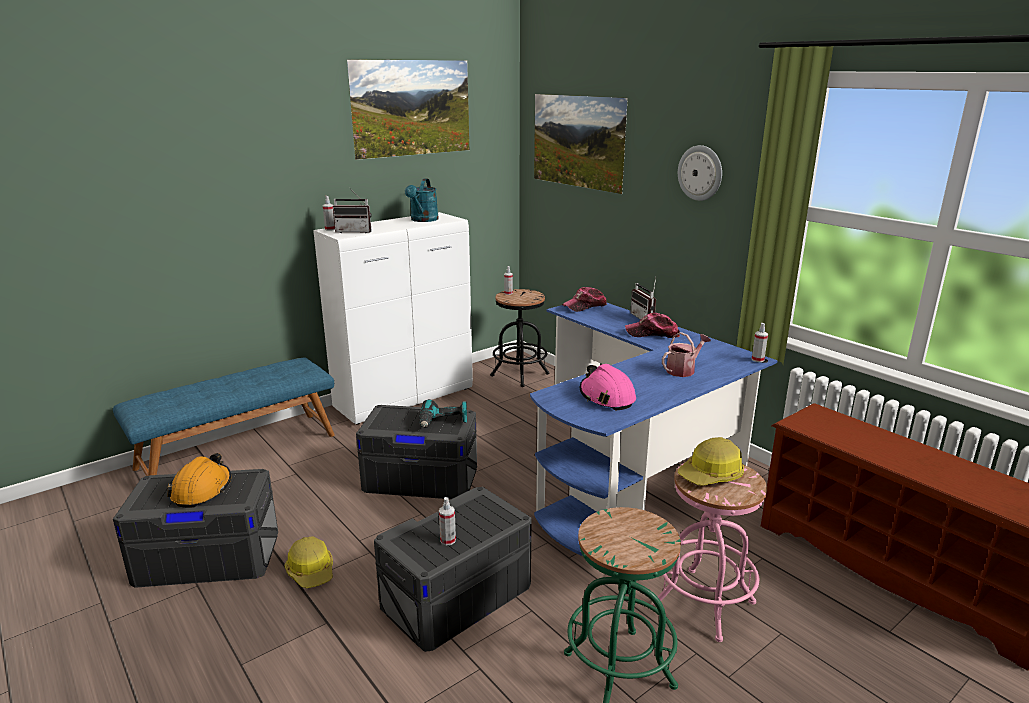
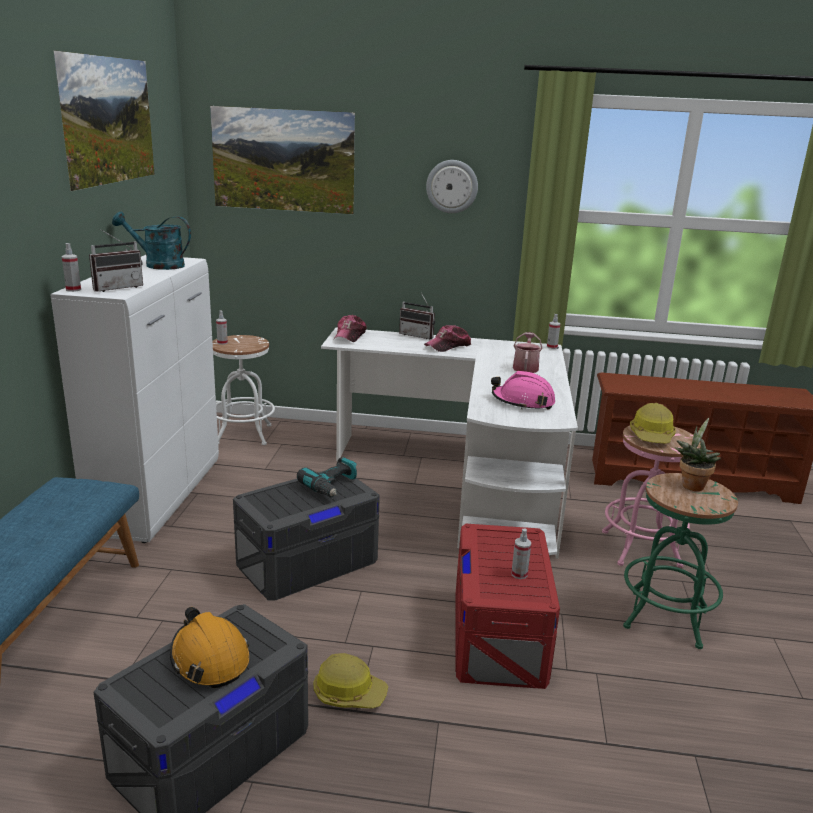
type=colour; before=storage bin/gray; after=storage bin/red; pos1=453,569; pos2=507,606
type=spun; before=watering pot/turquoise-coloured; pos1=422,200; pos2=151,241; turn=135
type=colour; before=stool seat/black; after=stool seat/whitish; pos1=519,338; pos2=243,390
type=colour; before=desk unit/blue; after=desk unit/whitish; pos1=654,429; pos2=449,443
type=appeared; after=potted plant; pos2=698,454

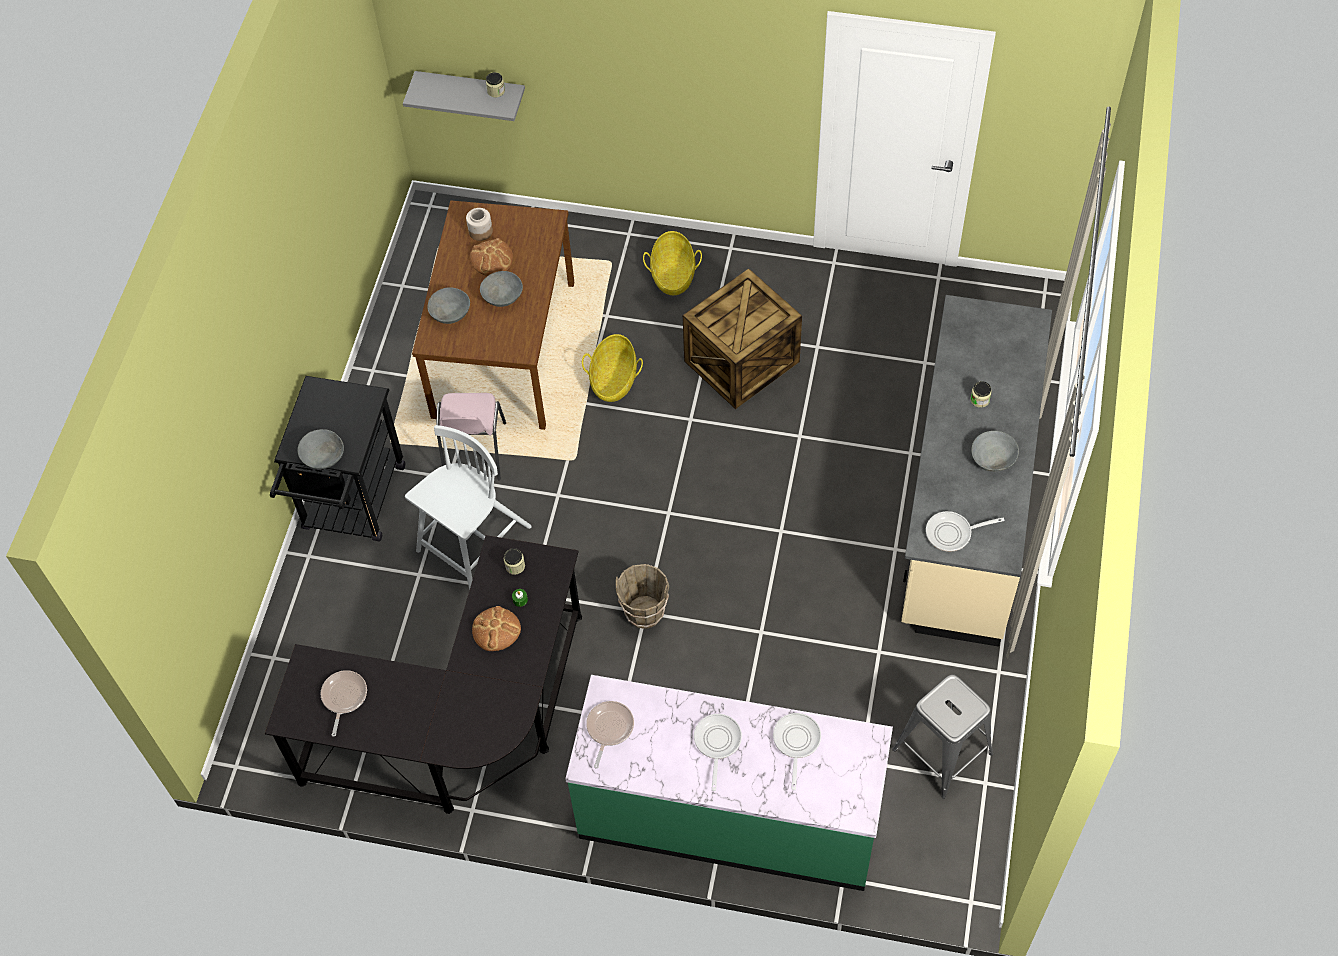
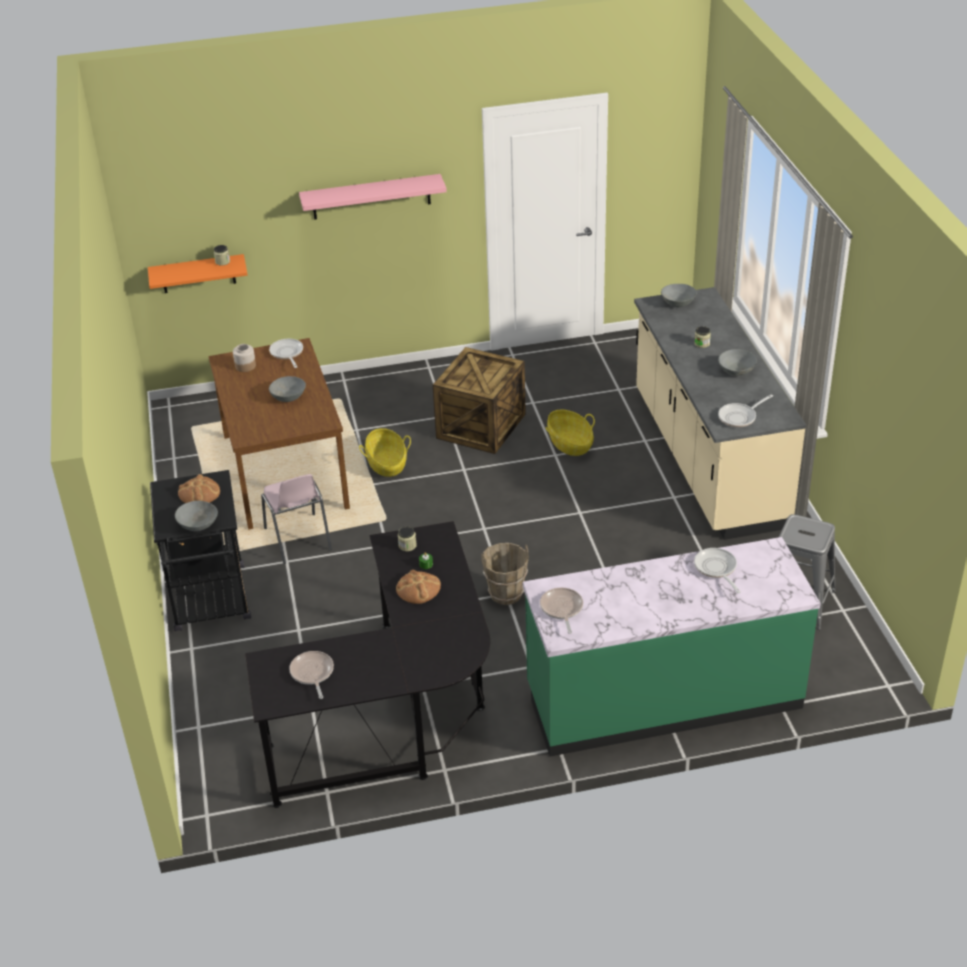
type=colour; before=wall shelf/gray; after=wall shelf/orangey; pos1=464,96; pos2=198,273
type=missing; before=upright chair/whitish; pos1=468,507
type=relocated; before=serving bowl/gray; pos1=448,305; pos2=679,295
type=relocated; before=baked bread; pos1=491,257; pos2=199,488
type=relocated; before=storage basket; pos1=672,263; pos2=570,433
type=relocated; before=frying pan; pos1=718,752; pos2=286,353
type=appeared; after=wall shelf/pink; pos2=373,197

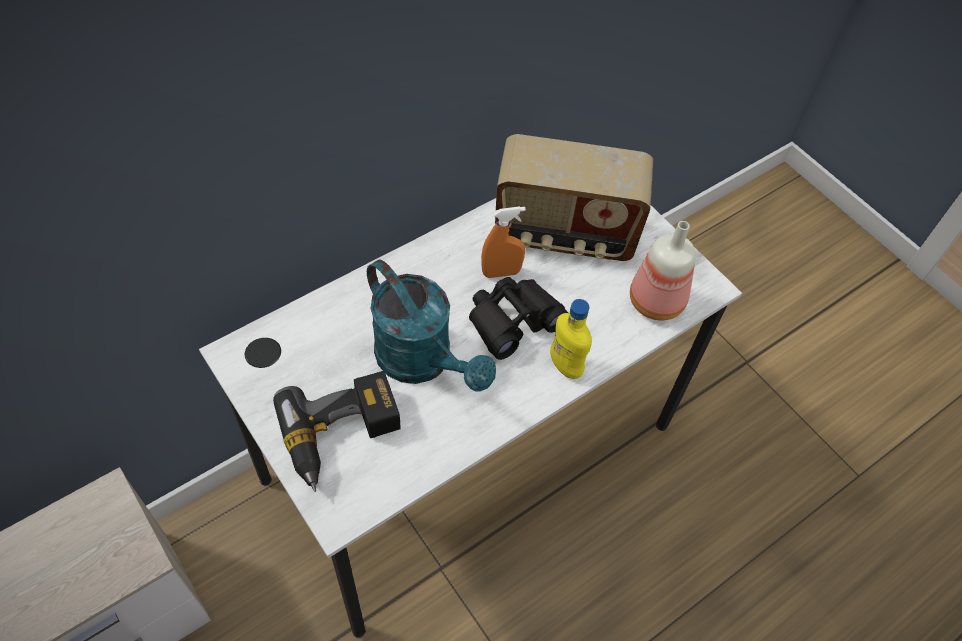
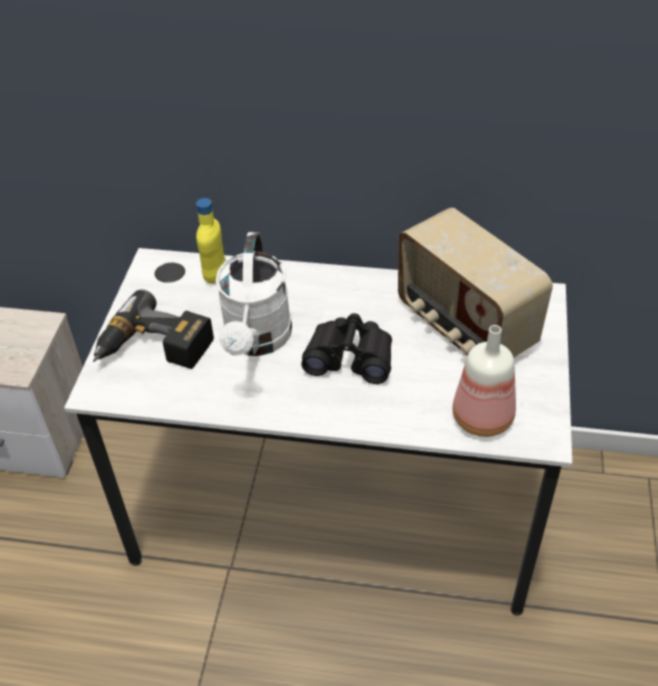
type=colour; before=watering pot/turquoise-coloured; after=watering pot/whitish; pos1=431,326; pos2=254,294
type=missing; before=sprayer/orangey; pos1=503,242
type=relocated; before=bottle/yellow; pos1=571,339; pos2=211,241

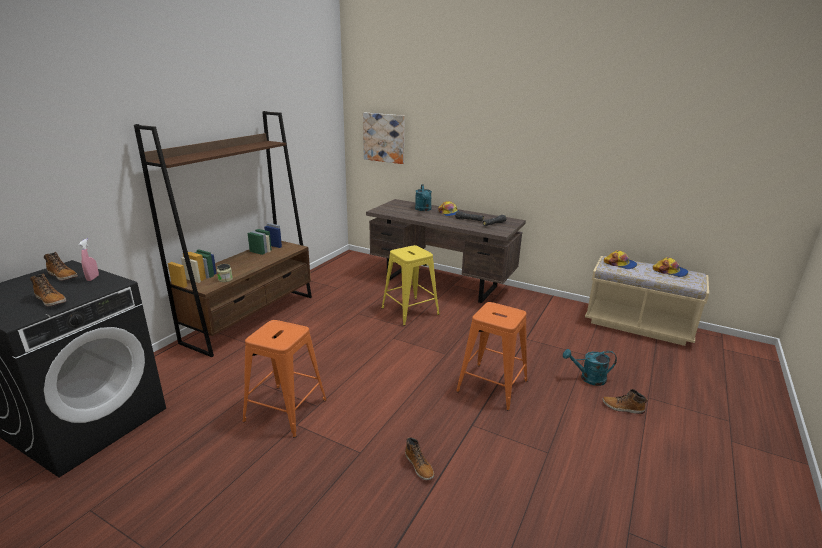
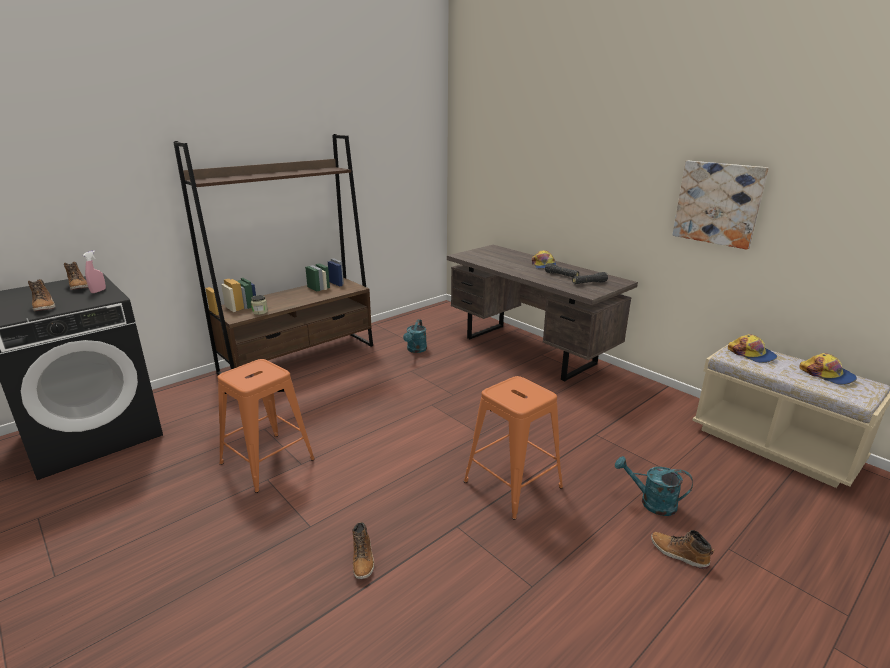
type=relocated; before=picture; pos1=383,138; pos2=720,205
type=missing; before=stool seat/yellow; pos1=411,285
type=relocated; before=watering pot/turquoise-coloured; pos1=423,197; pos2=415,336

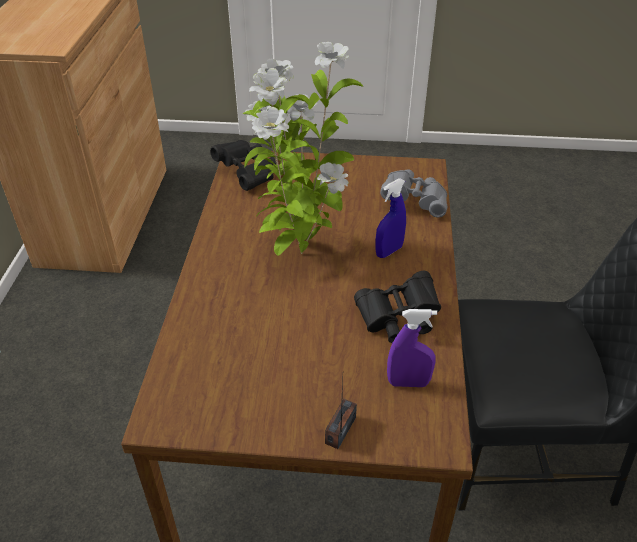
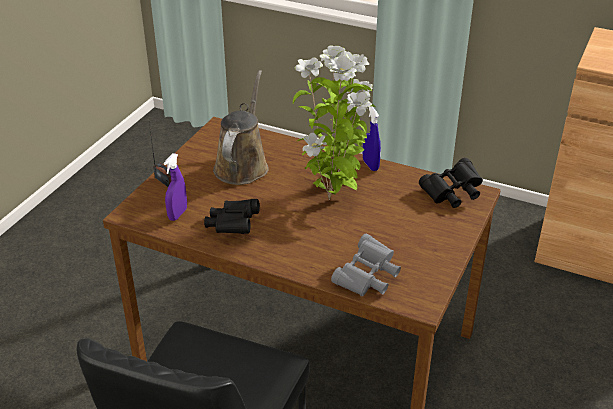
type=relocated; before=sprayer/blue; pos1=390,218; pos2=372,138
type=appeared; after=watering pot/brown-coloured; pos2=241,127

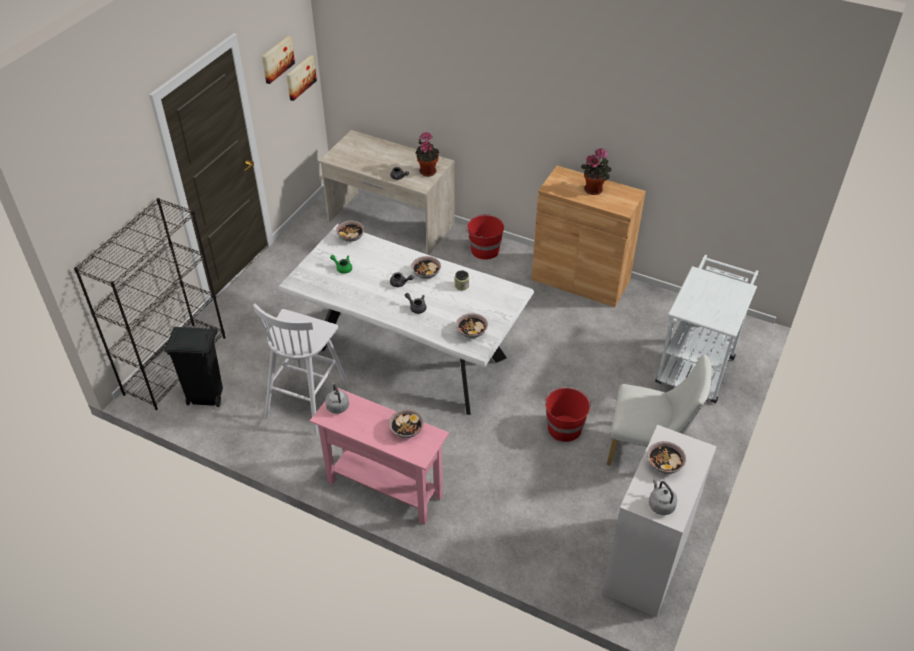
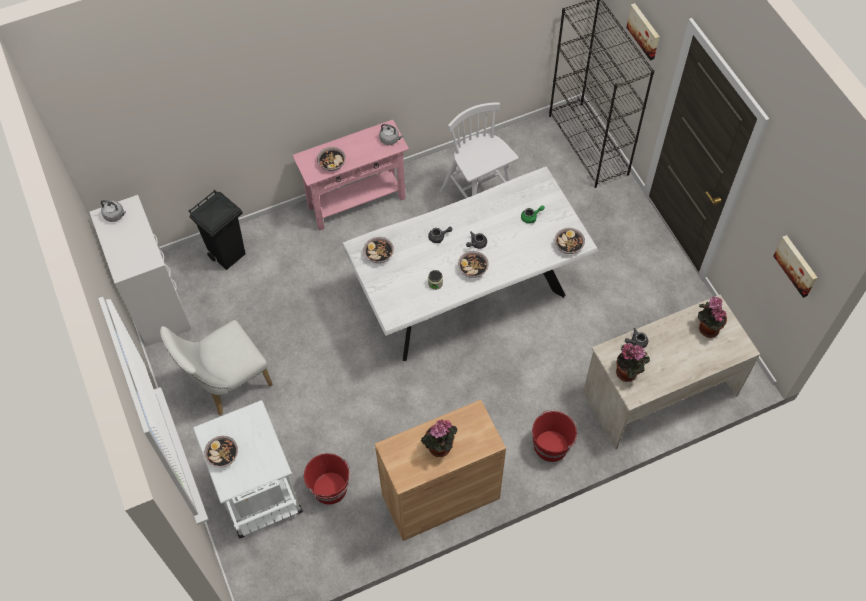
type=relocated; before=rubbish bin/black; pos1=193,367; pos2=217,230
type=relocated; before=picture; pos1=278,60; pos2=643,32
type=relocated; before=pail/red; pos1=568,414; pos2=327,479
type=relocated; before=serving bowl; pos1=666,457; pos2=221,451
type=appeared; after=potted plant; pos2=712,317

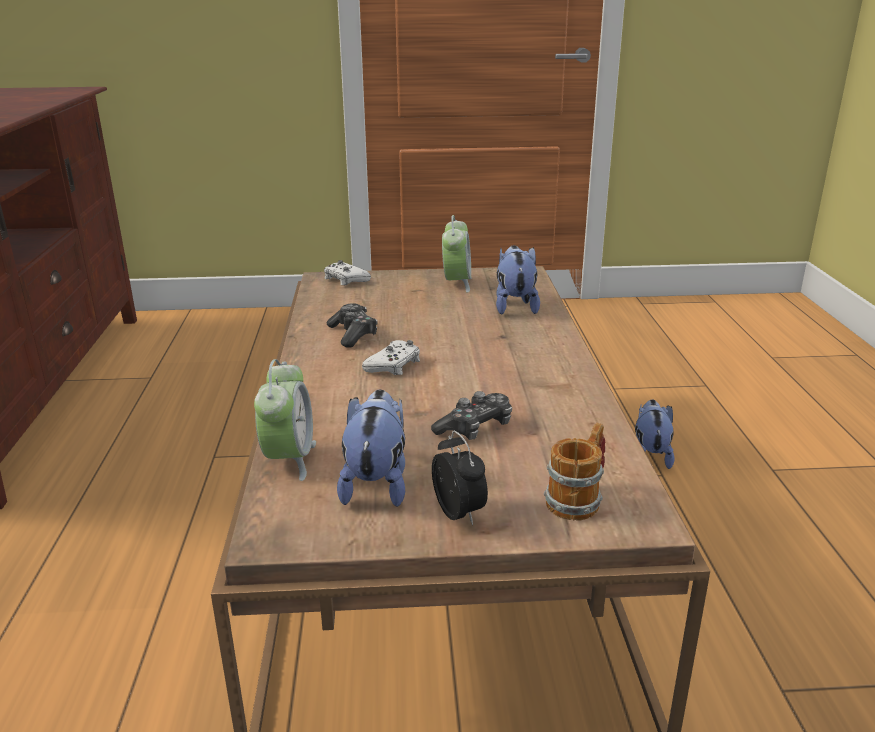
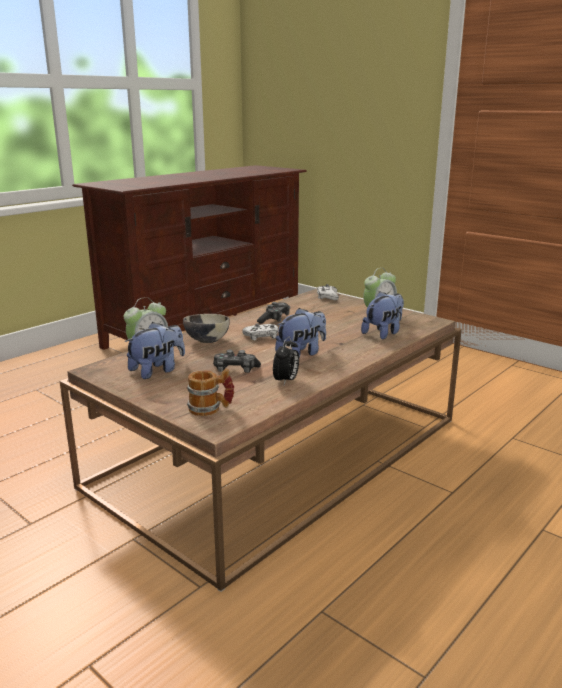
type=relocated; before=table clock; pos1=460,478; pos2=286,360
type=relocated; before=soft toy; pos1=655,434; pos2=300,333
type=appeared; after=serving bowl; pos2=206,328

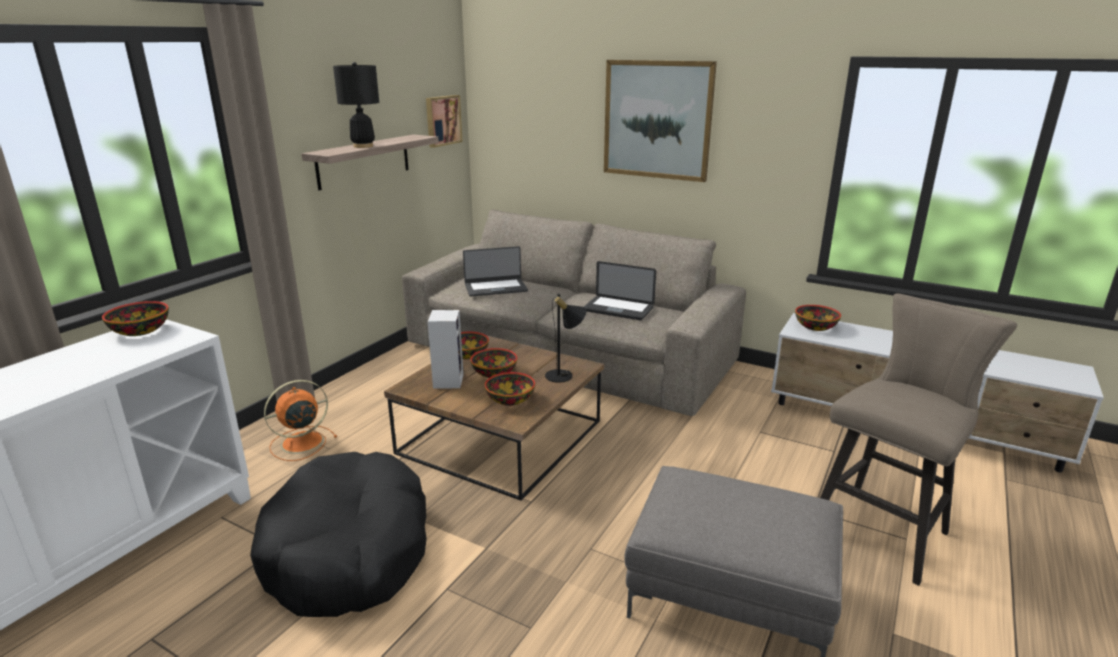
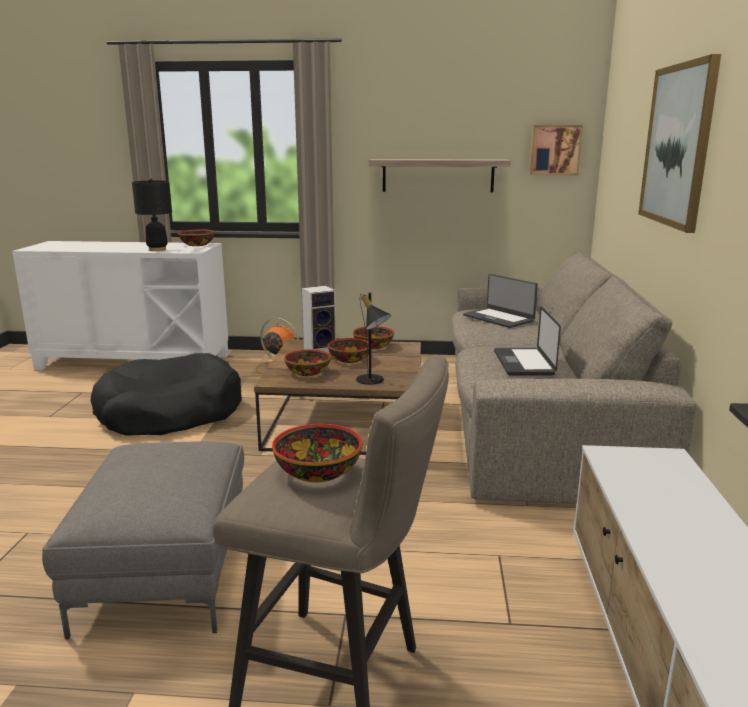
type=relocated; before=tabletop lamp/black; pos1=356,105; pos2=152,215
type=relocated; before=serving bowl; pos1=818,318; pos2=317,453

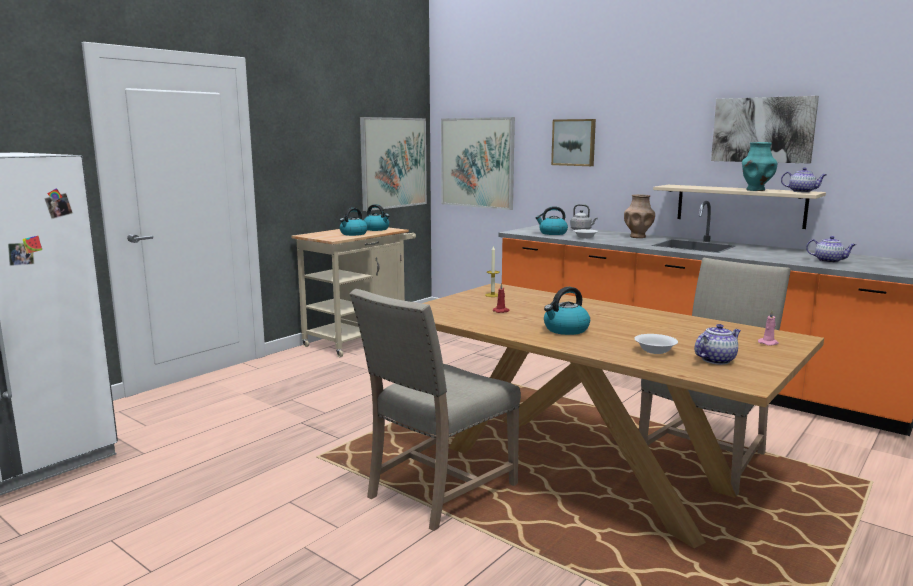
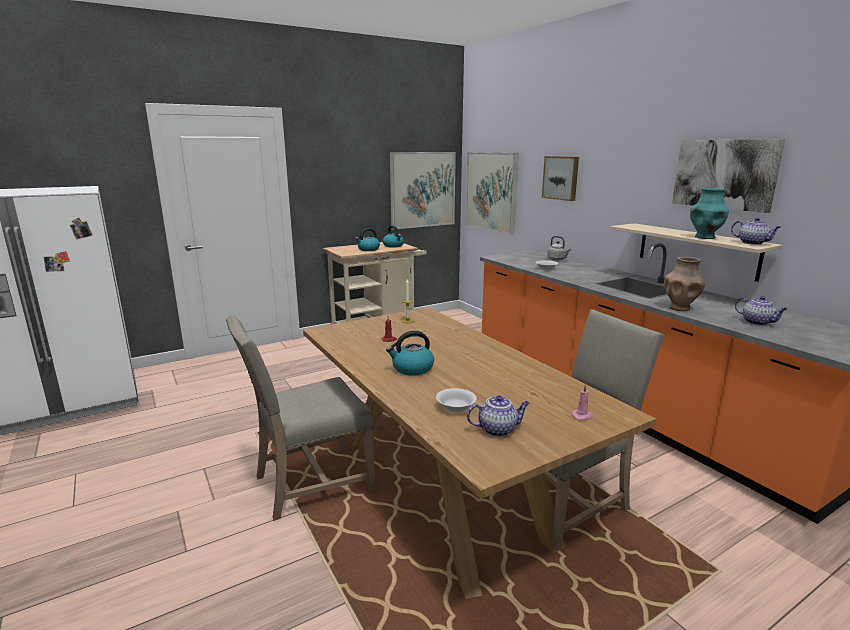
type=missing; before=kettle; pos1=551,220
type=relocated; before=decorative vase/brown-coloured; pos1=639,216; pos2=684,284

